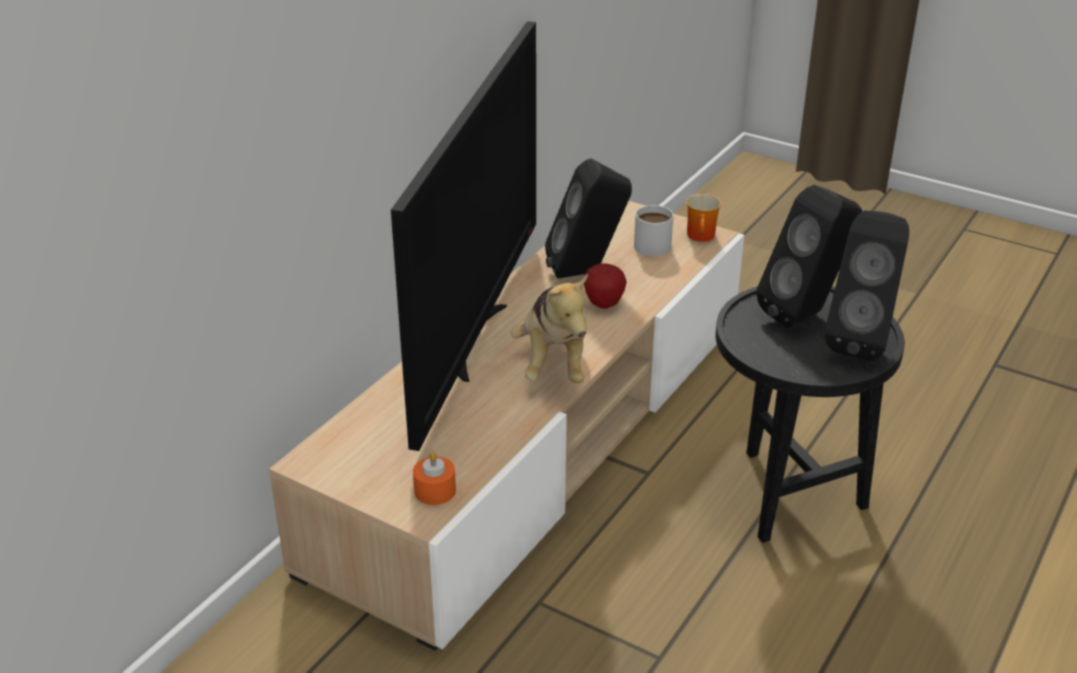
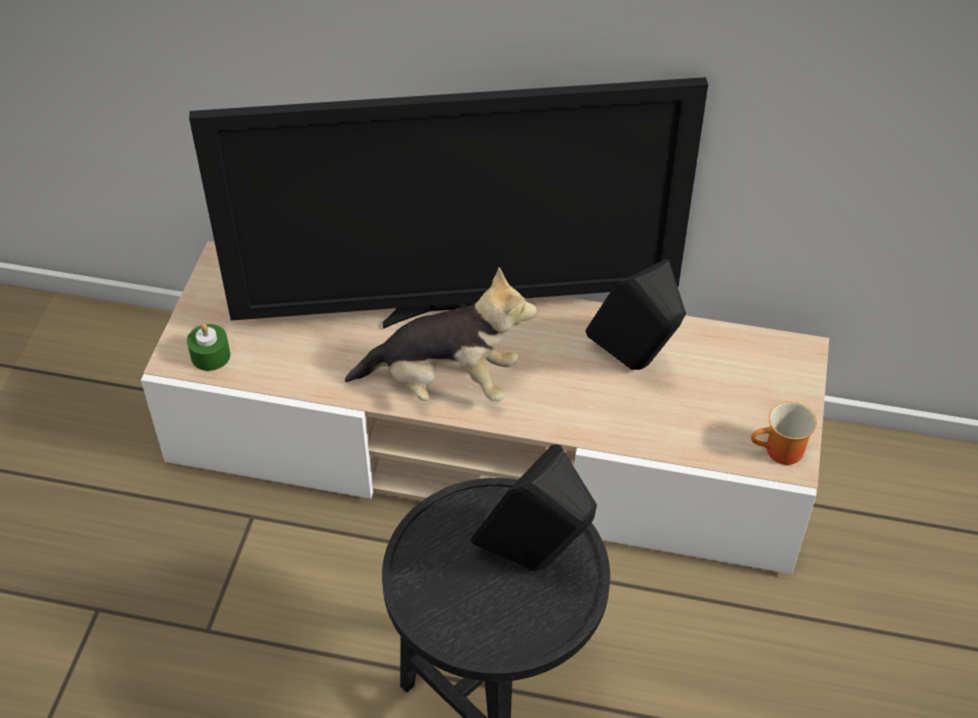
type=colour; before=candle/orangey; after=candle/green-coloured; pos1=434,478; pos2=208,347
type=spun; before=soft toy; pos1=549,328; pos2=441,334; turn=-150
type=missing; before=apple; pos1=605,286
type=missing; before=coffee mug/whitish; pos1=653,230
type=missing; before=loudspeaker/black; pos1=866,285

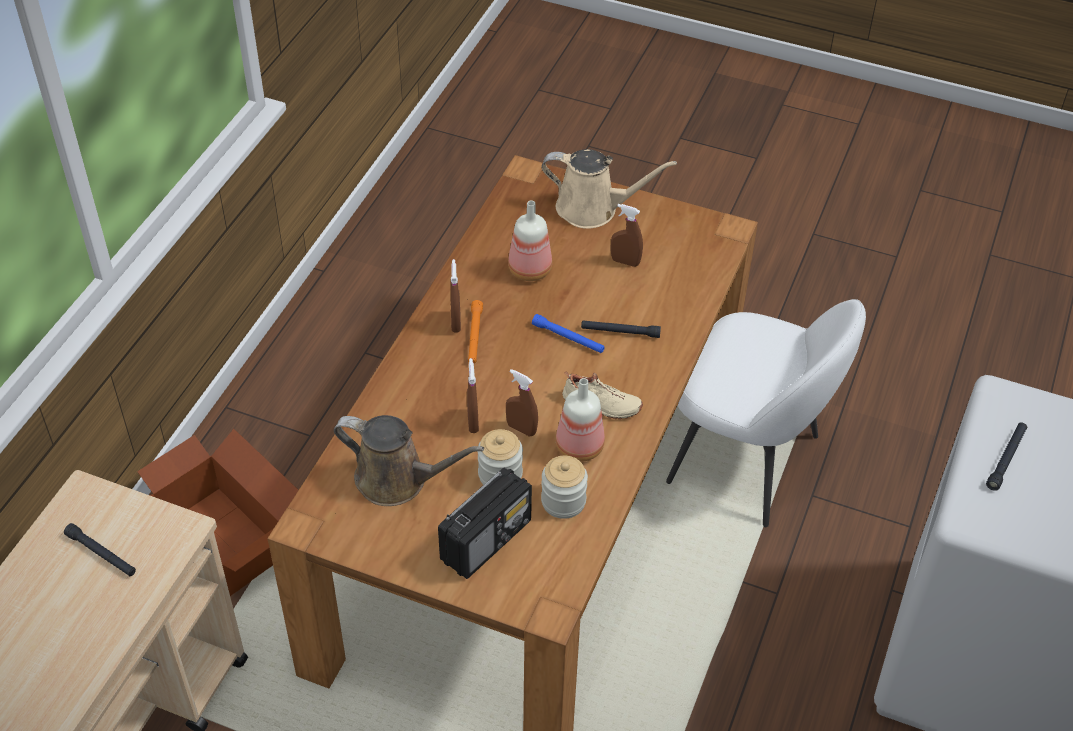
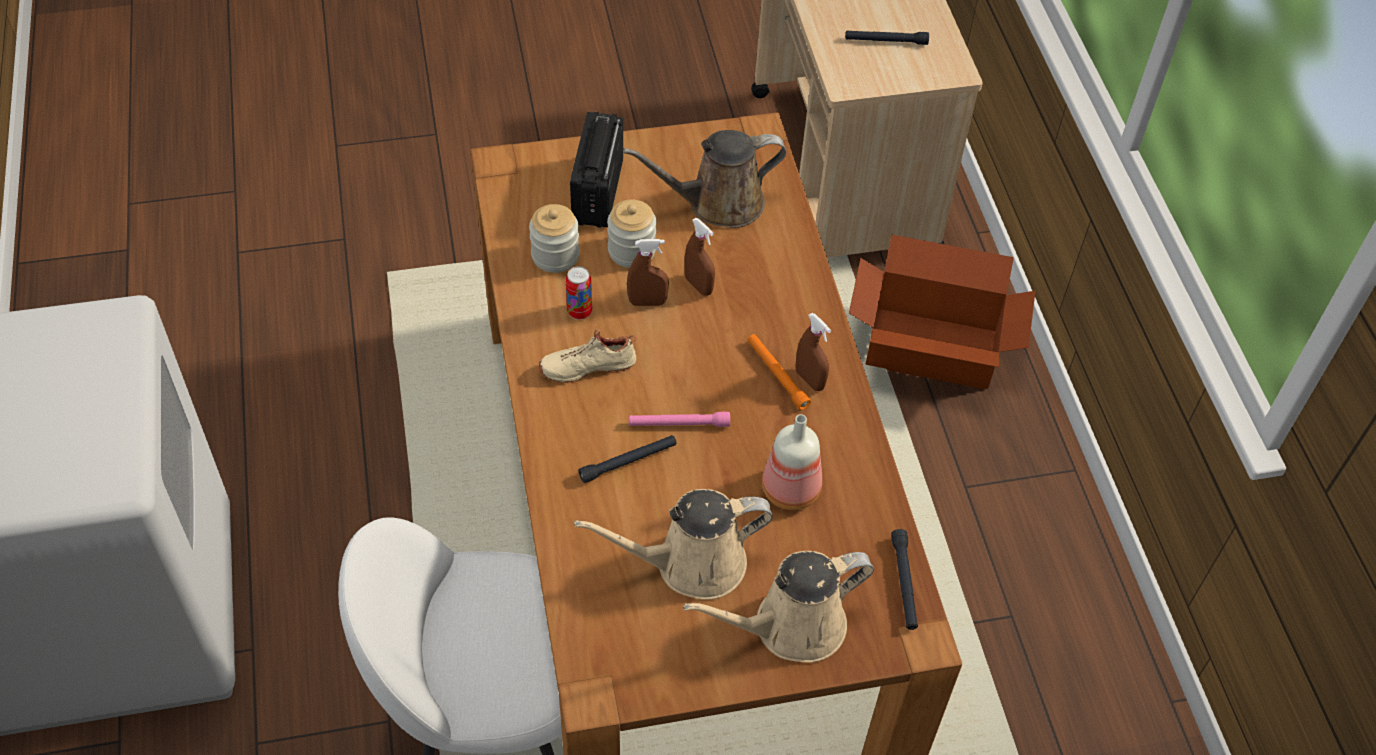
type=colour; before=flashlight/blue; after=flashlight/pink; pos1=568,333; pos2=679,419
type=exchanged; before=bottle; after=metal can; pos1=580,420; pos2=579,292
type=exchanged; before=sprayer/brown-coloured; after=watering pot/beige-coloured; pos1=627,235; pos2=673,544
type=relocated; before=flashlight/black; pos1=1006,456; pos2=904,579

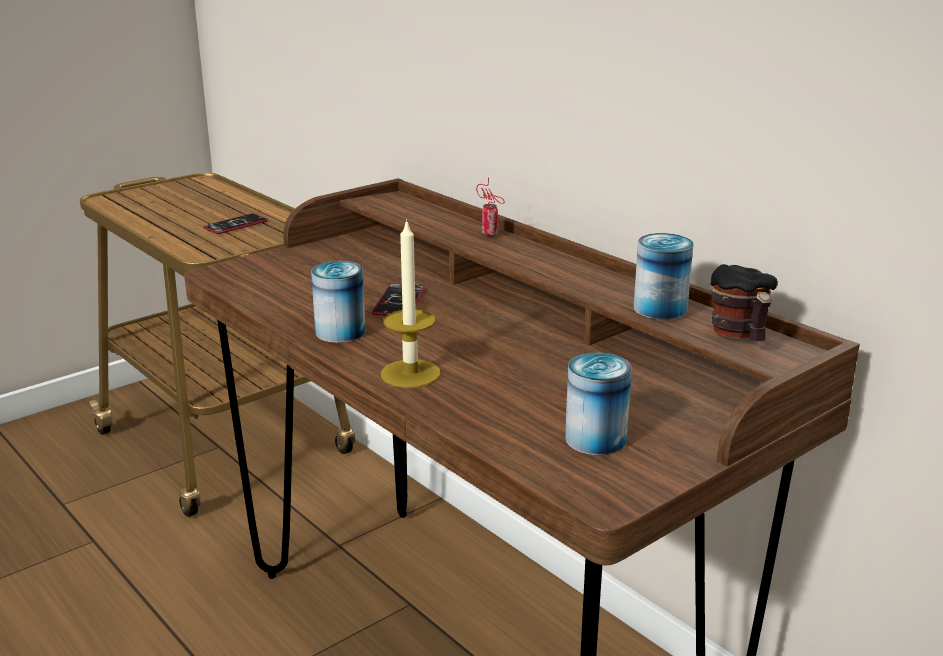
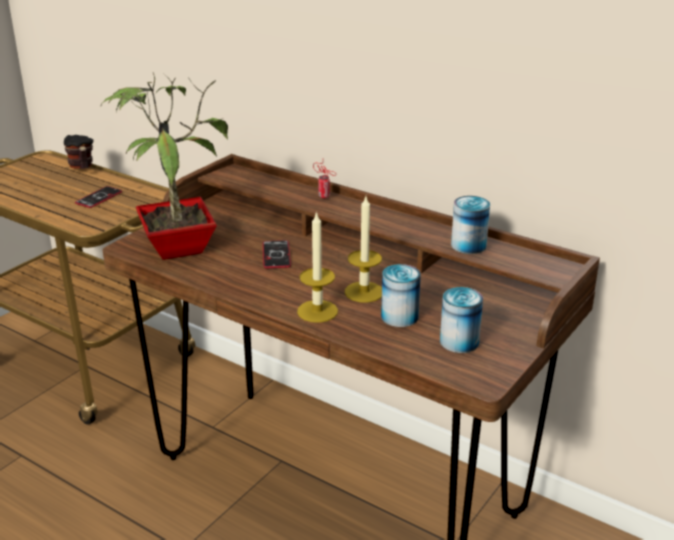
type=relocated; before=metal can; pos1=338,302; pos2=401,295
type=relocated; before=coffee mug; pos1=744,302; pos2=79,152
type=appeared; after=potted plant; pos2=164,166
type=appeared; after=candle; pos2=363,249

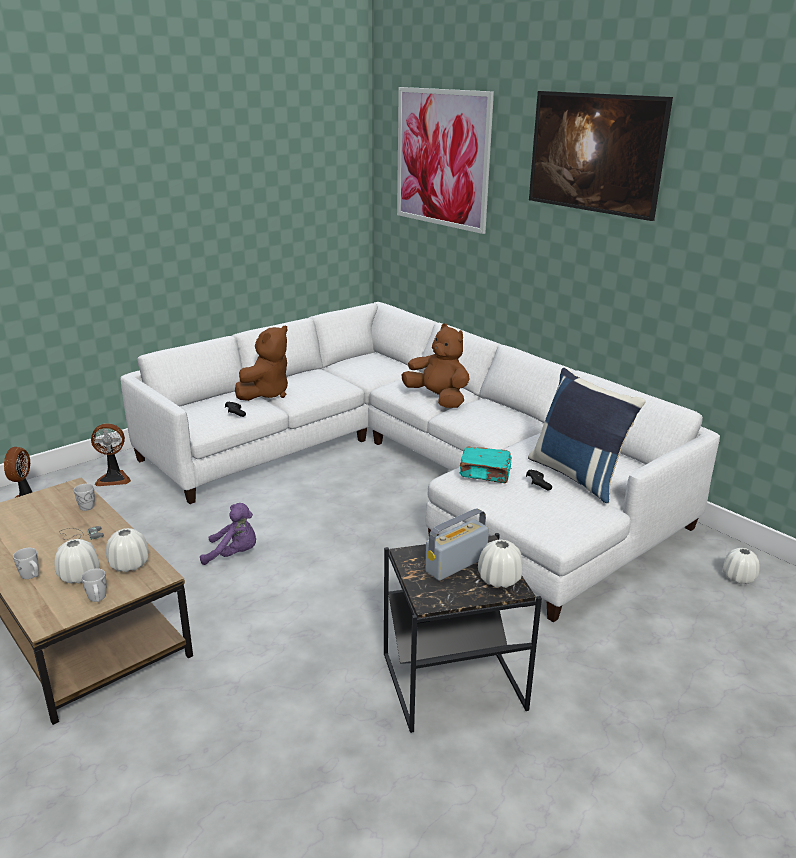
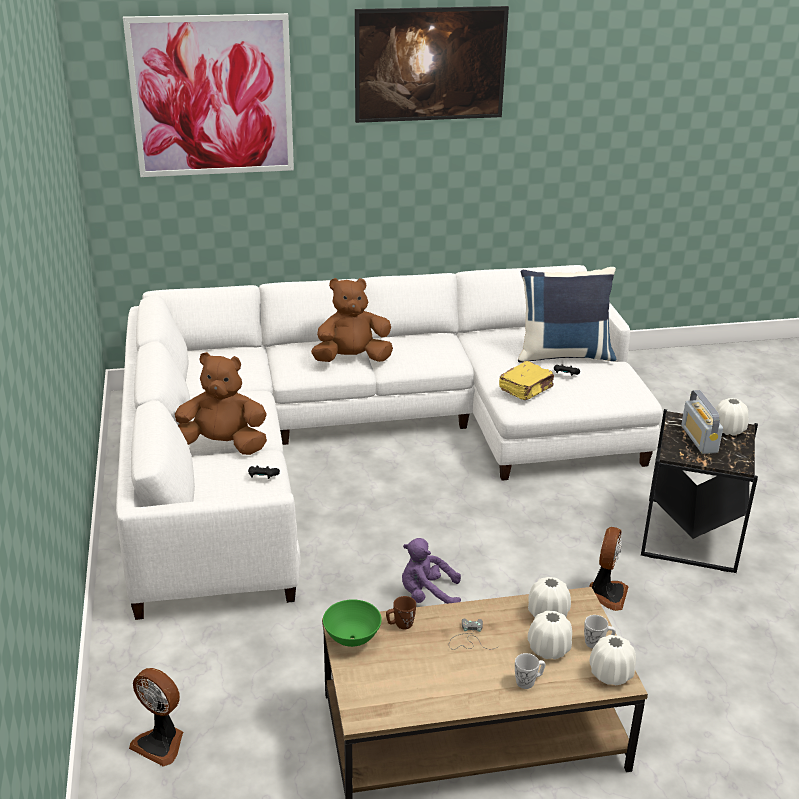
type=colour; before=coffee mug/whitish; after=coffee mug/brown-coloured; pos1=84,497; pos2=401,612
type=relocated; before=fan; pos1=111,454; pos2=609,569
type=spun; before=soft toy/purple; pos1=228,534; pos2=431,571; turn=-120
type=spun; before=soft toy/brown-coloured; pos1=261,363; pos2=221,403; turn=-60
type=colour; before=volume/turquoise-coloured; after=volume/yellow; pos1=486,465; pos2=526,380
type=relocated; before=decorative vase/whitish; pos1=741,566; pos2=612,660
type=appeared; after=serving bowl/green-coloured; pos2=352,623

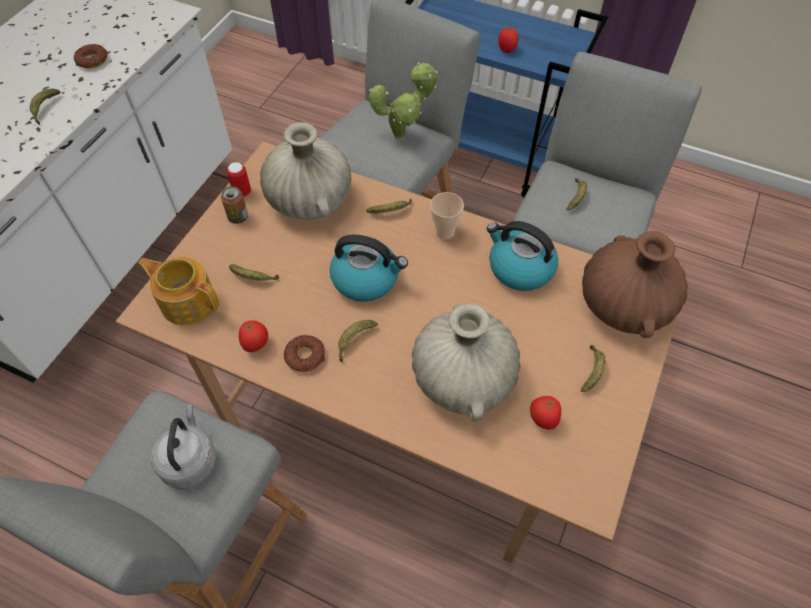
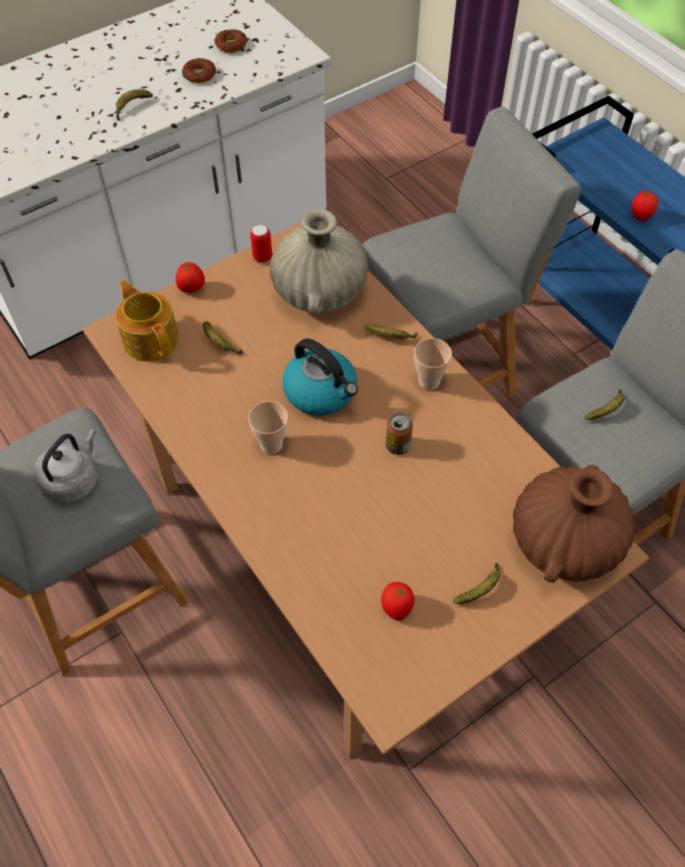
type=relocated; before=metal can; pos1=234,205; pos2=399,434
type=relocated; before=whole tomato; pos1=253,336; pos2=190,277
type=relocated; before=ring doughnut; pos1=304,353; pos2=230,41
type=exchanged; before=banana; after=drinking cup; pos1=358,341; pos2=268,427
type=missing; before=potted plant; pos1=404,101
type=missing; before=decorative vase/beige-coloured; pos1=466,362
type=missing; before=kettle; pos1=522,256

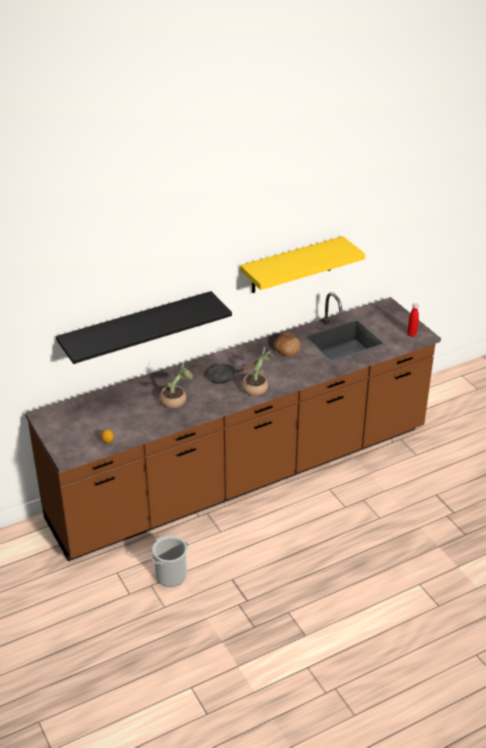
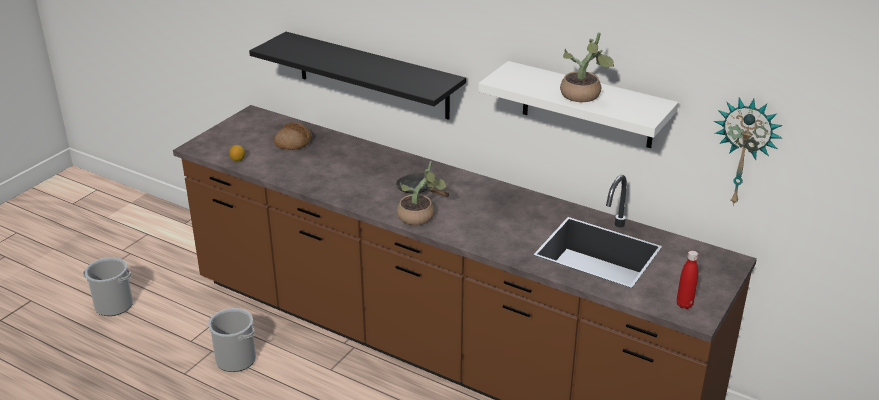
type=relocated; before=potted plant; pos1=177,385; pos2=587,67
type=colour; before=wall shelf/yellow; after=wall shelf/whitish; pos1=302,264; pos2=578,104
type=relocated; before=baked bread; pos1=287,344; pos2=293,136
type=appeared; after=pail; pos2=108,286
type=appeared; after=hanging clock; pos2=748,151

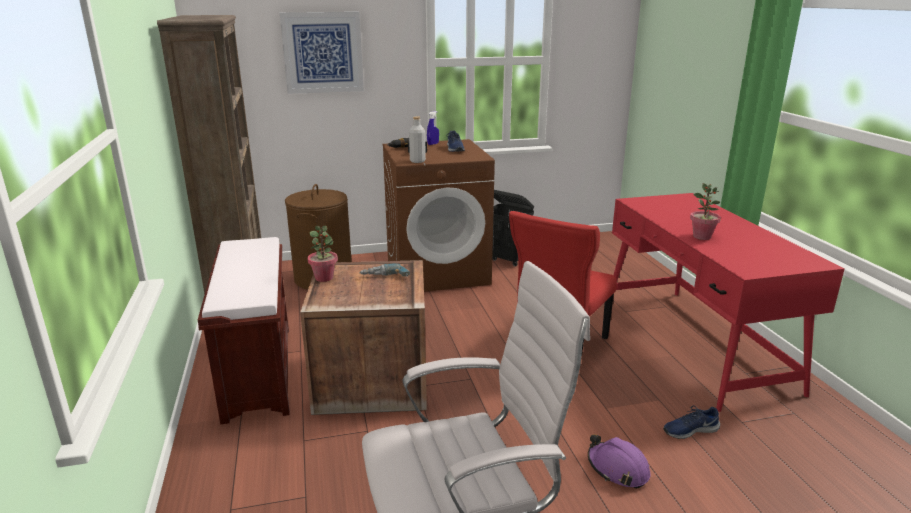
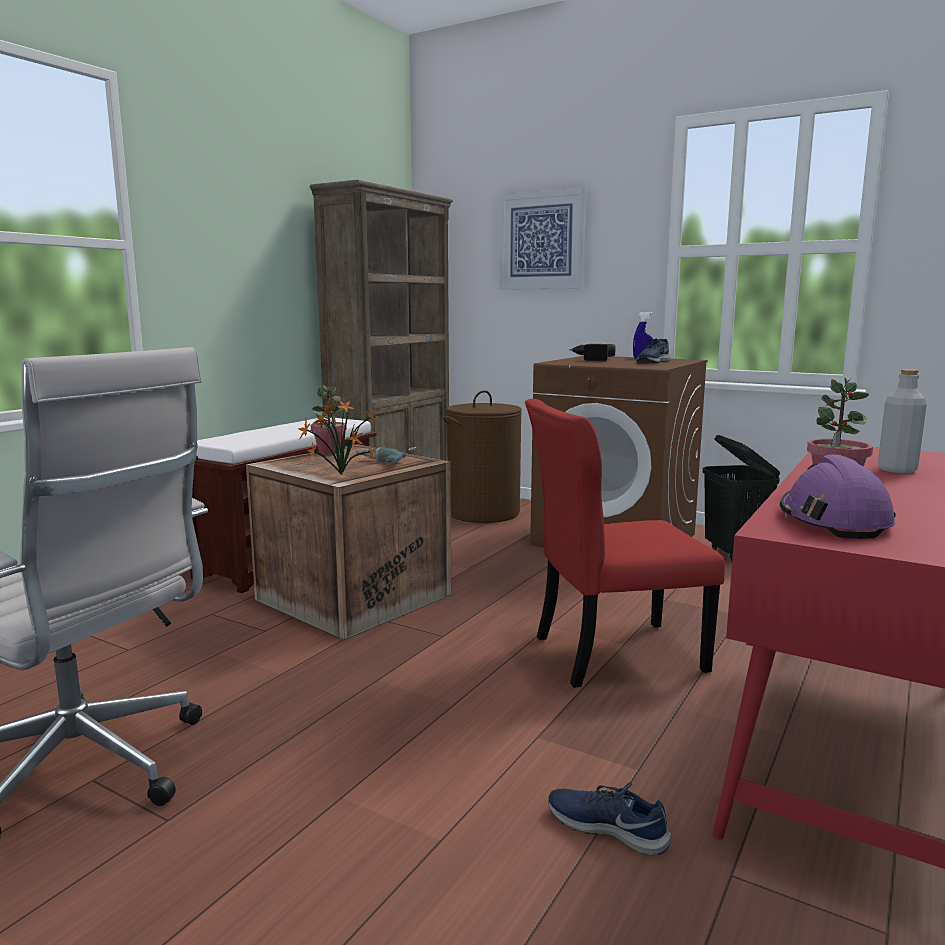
type=relocated; before=bottle/gray; pos1=417,139; pos2=902,421
type=relocated; before=work helmet/purple; pos1=619,461; pos2=838,497
type=appeared; after=potted plant; pos2=338,437

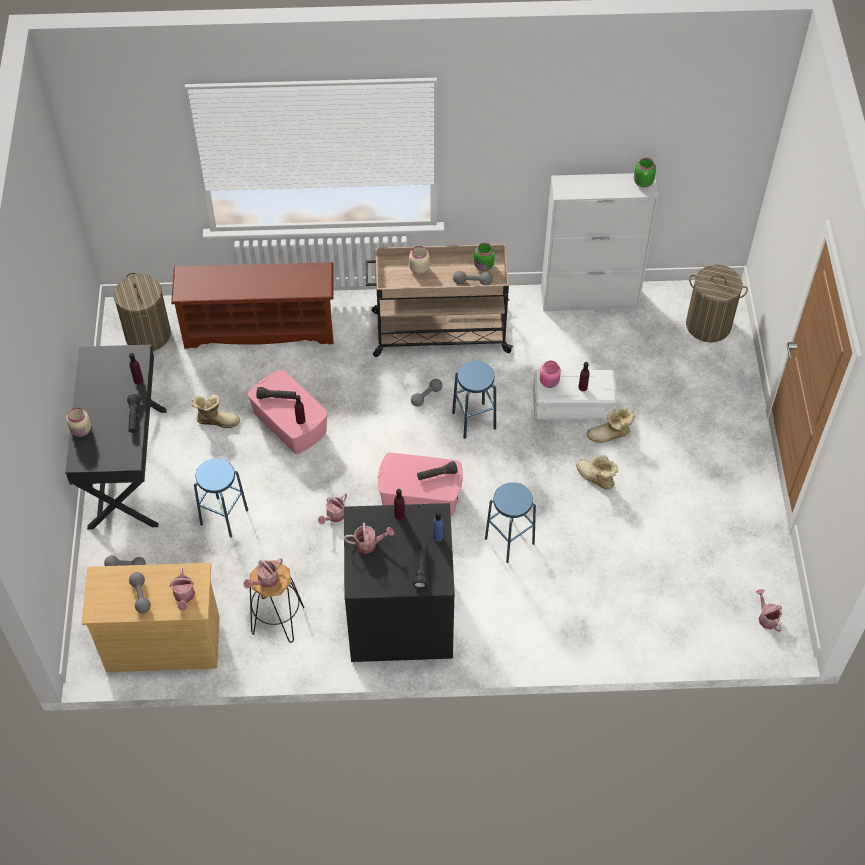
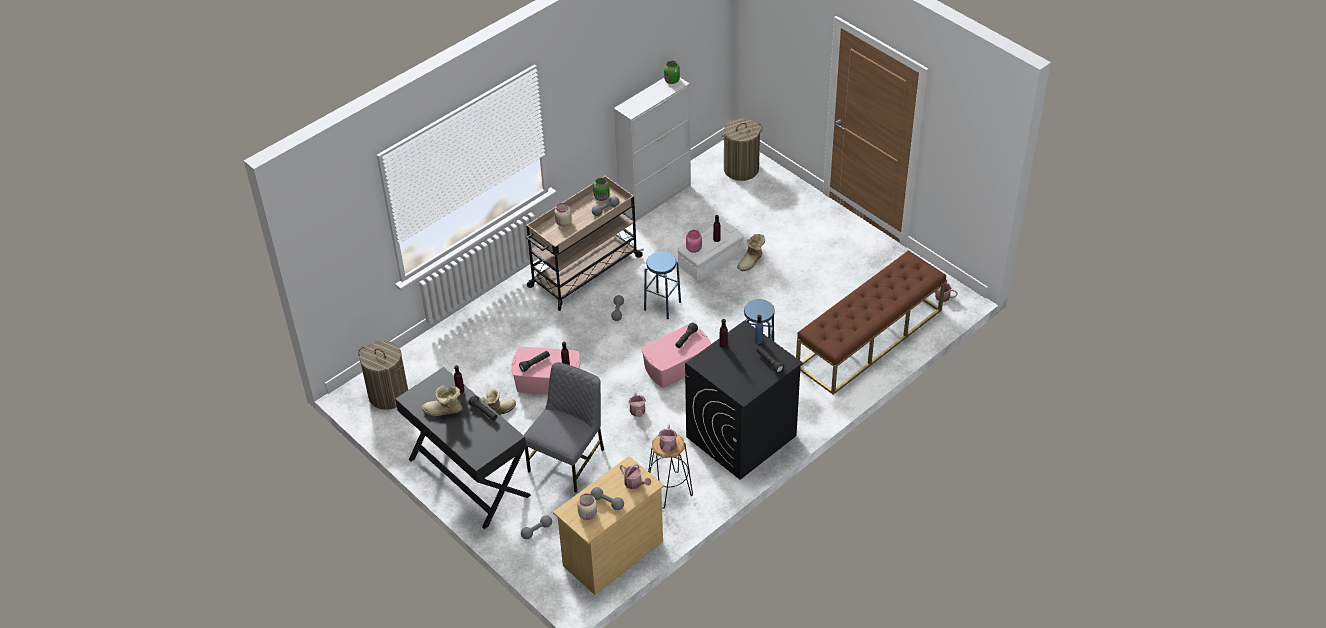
type=relocated; before=preserve jar/beige-coloured; pos1=78,422; pos2=587,506
type=missing; before=shoe stand/brown-coloured; pos1=252,305
type=exchanged; before=stool seat/blue; after=upright chair/gray; pos1=221,498; pos2=564,427
type=missing; before=watering pot; pos1=369,538
type=relocated; before=tall boot; pos1=597,472; pos2=442,400
type=appeared; after=bench/brown-coloured; pos2=871,322

